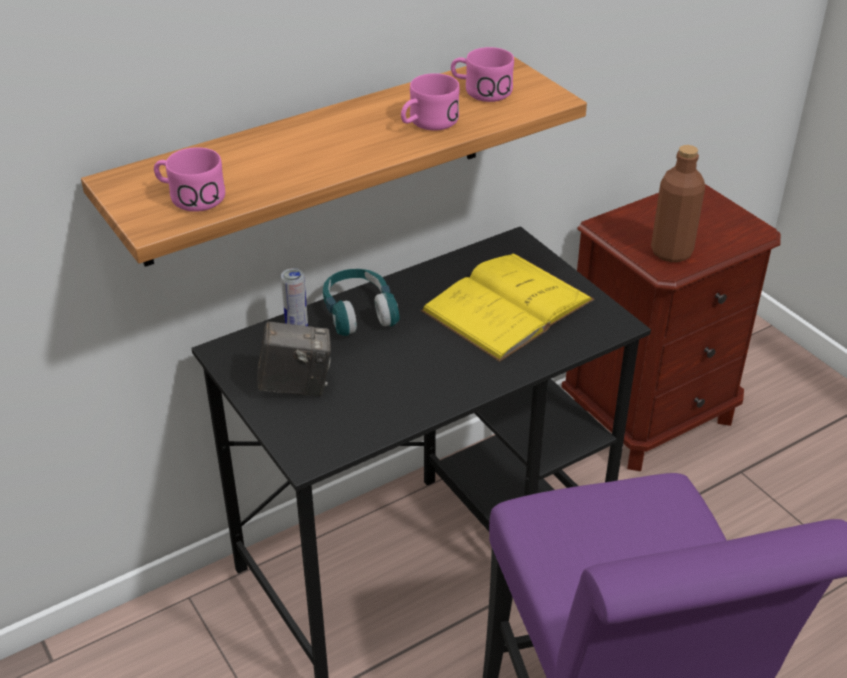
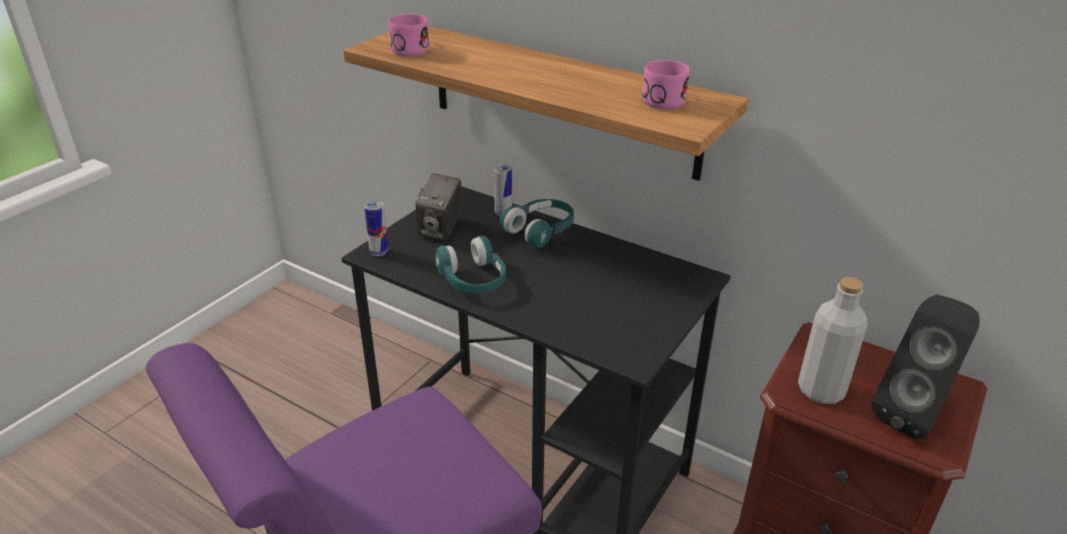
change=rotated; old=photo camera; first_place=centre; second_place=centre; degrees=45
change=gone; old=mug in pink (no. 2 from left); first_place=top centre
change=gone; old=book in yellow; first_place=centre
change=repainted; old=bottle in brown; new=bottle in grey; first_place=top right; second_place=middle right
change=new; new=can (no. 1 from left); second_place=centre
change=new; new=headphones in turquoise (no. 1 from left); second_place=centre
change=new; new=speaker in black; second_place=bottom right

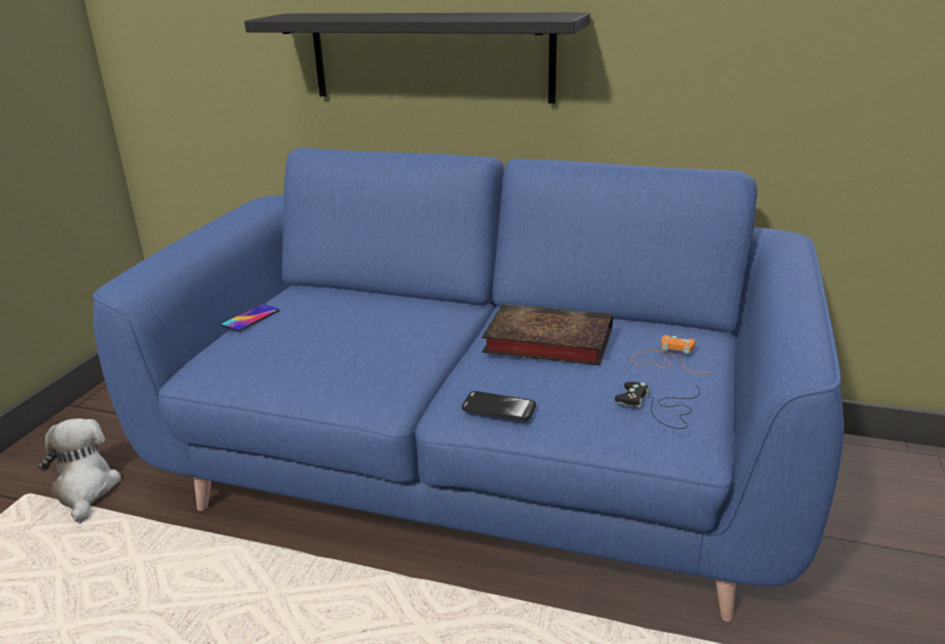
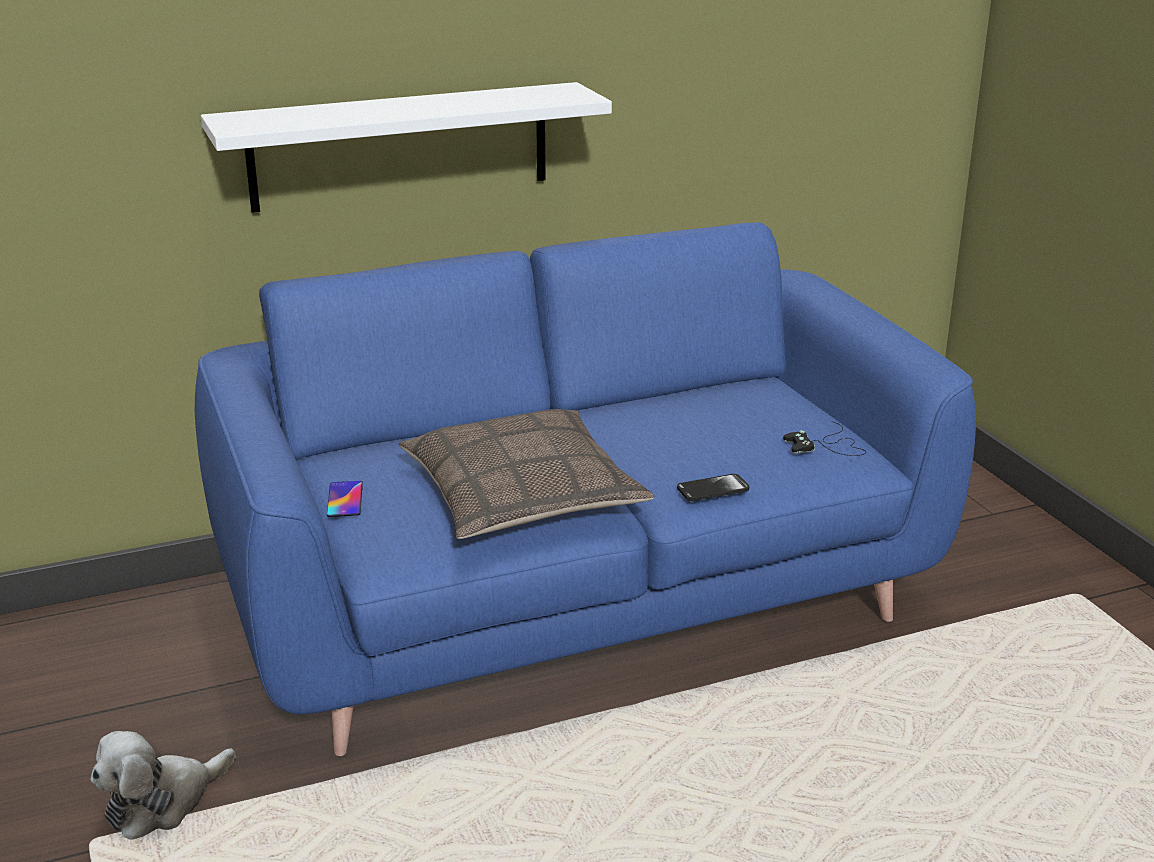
change=rotated; old=plush toy; first_place=bottom left; second_place=bottom left; degrees=-75
change=repainted; old=shelf in black; new=shelf in white; first_place=top centre; second_place=top centre
change=gone; old=book; first_place=centre
change=gone; old=game controller in orange; first_place=middle right
change=new; new=pillow; second_place=centre

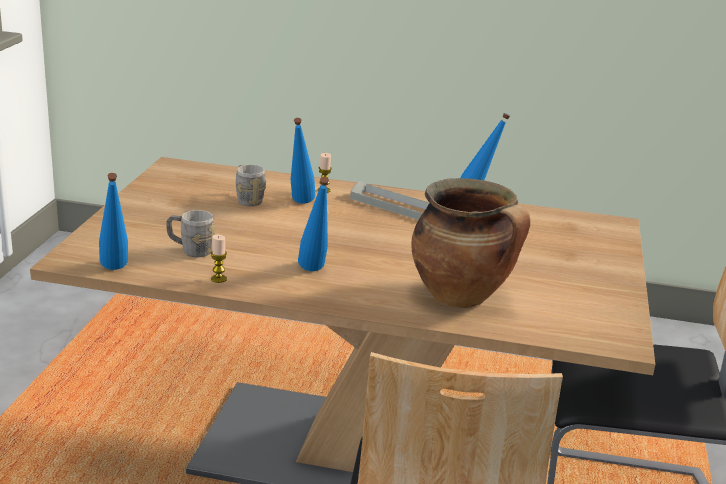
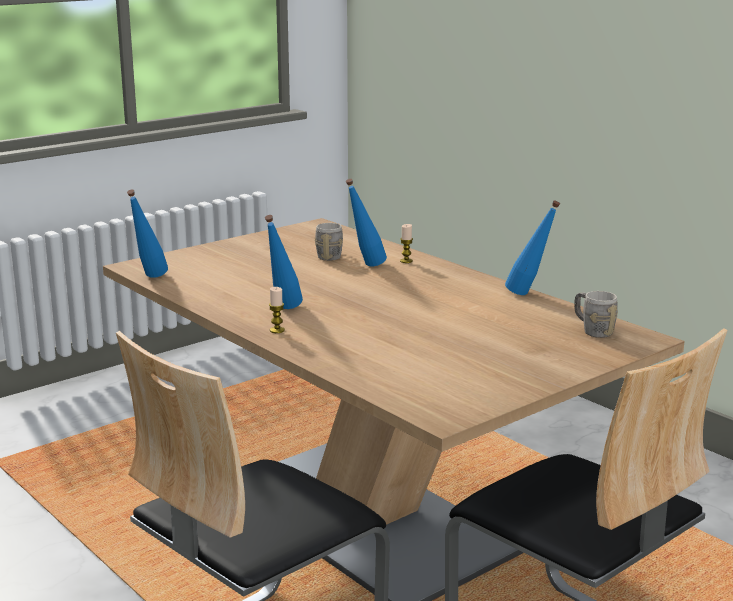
change=shifted; old=mug in grey (no. 1 from left in the first image); new=mug in grey (no. 2 from left); first_place=middle left; second_place=middle right
change=shifted; old=candle (no. 1 from left); first_place=middle left; second_place=centre
change=gone; old=tray in grey; first_place=centre
change=gone; old=cooking pot; first_place=centre

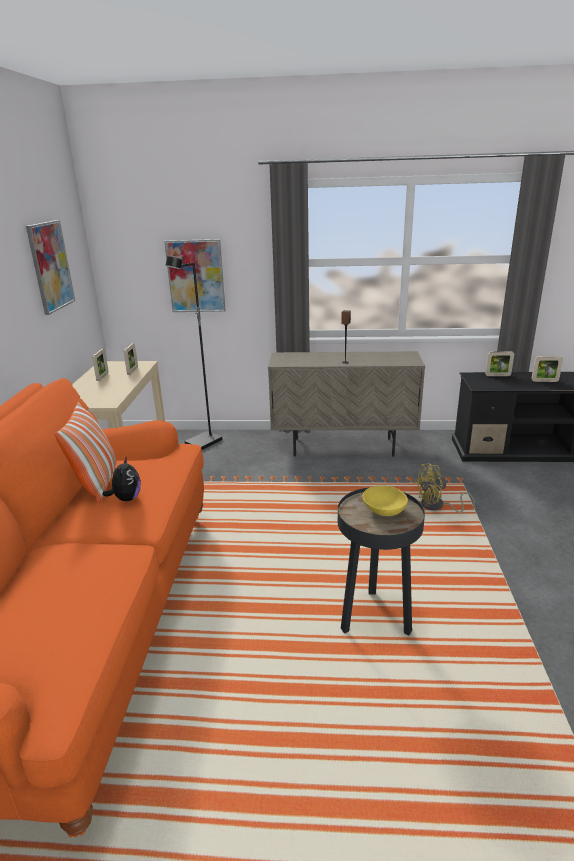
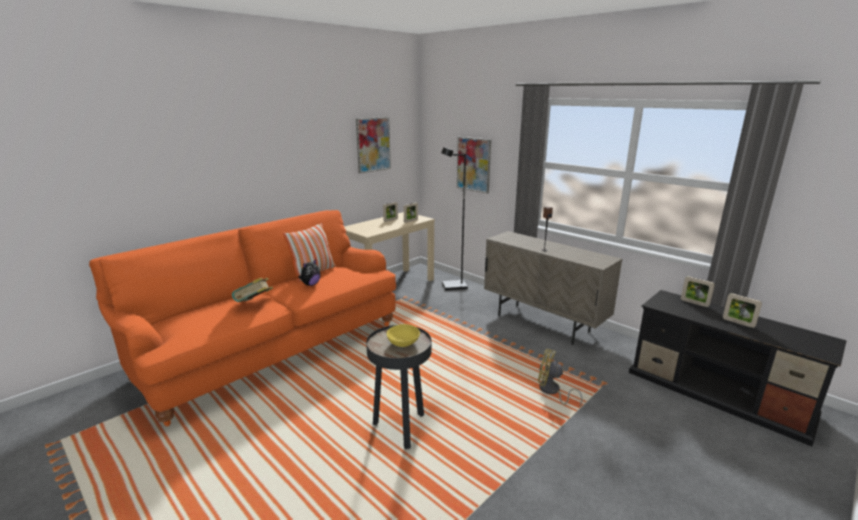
change=new; new=book; second_place=middle left

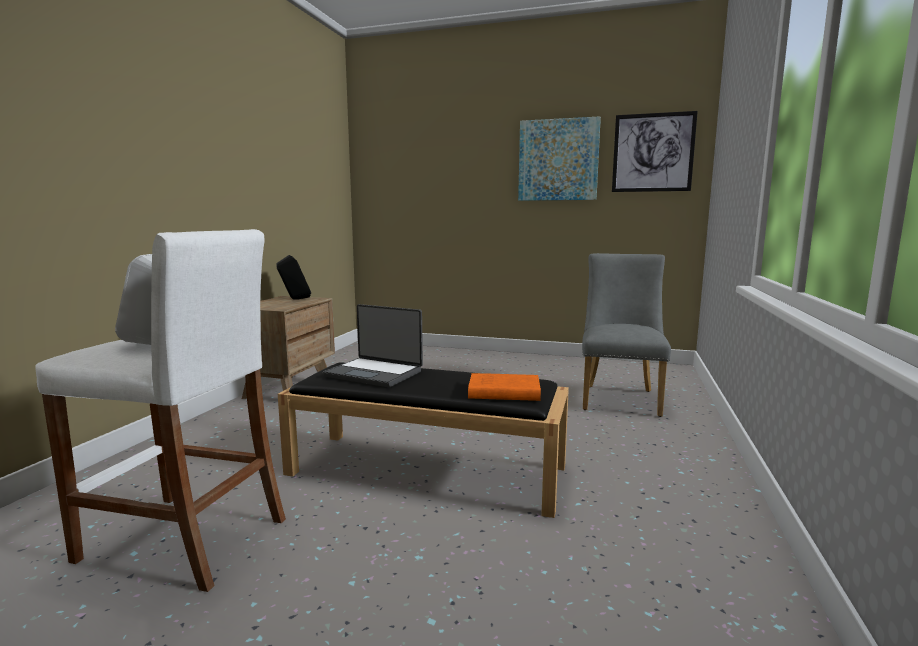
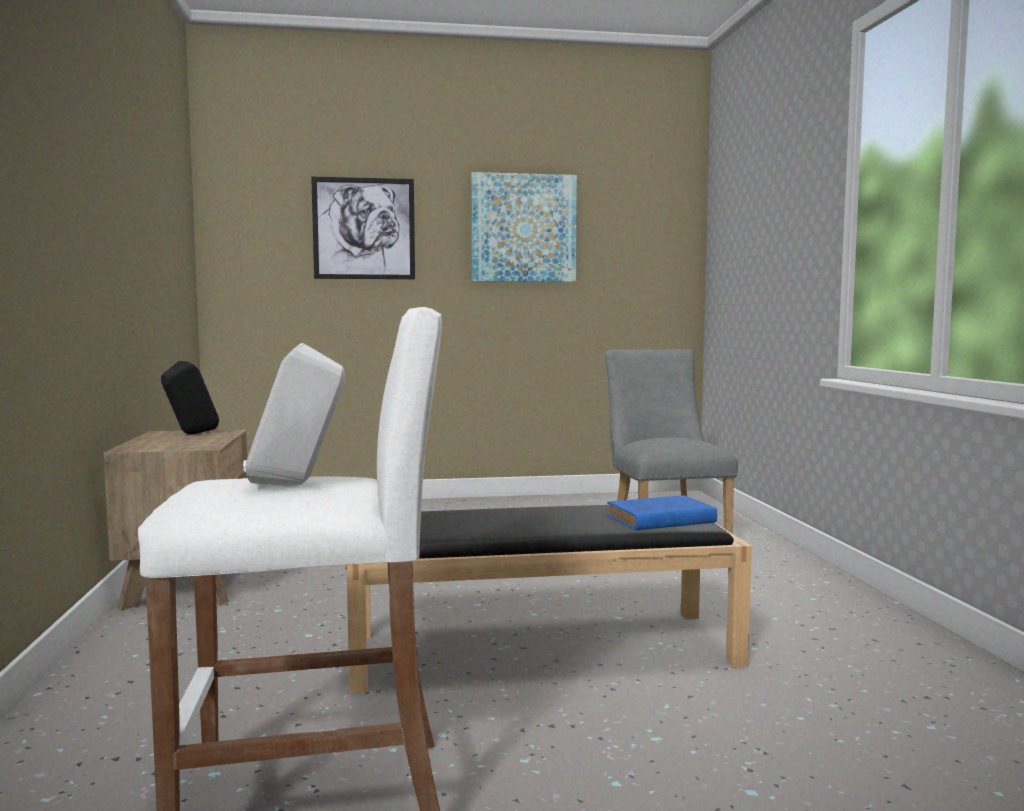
change=gone; old=laptop; first_place=centre
change=repainted; old=book in orange; new=book in blue; first_place=centre; second_place=centre
change=shifted; old=picture (no. 2 from left in the first image); new=picture (no. 1 from left); first_place=top right; second_place=top centre

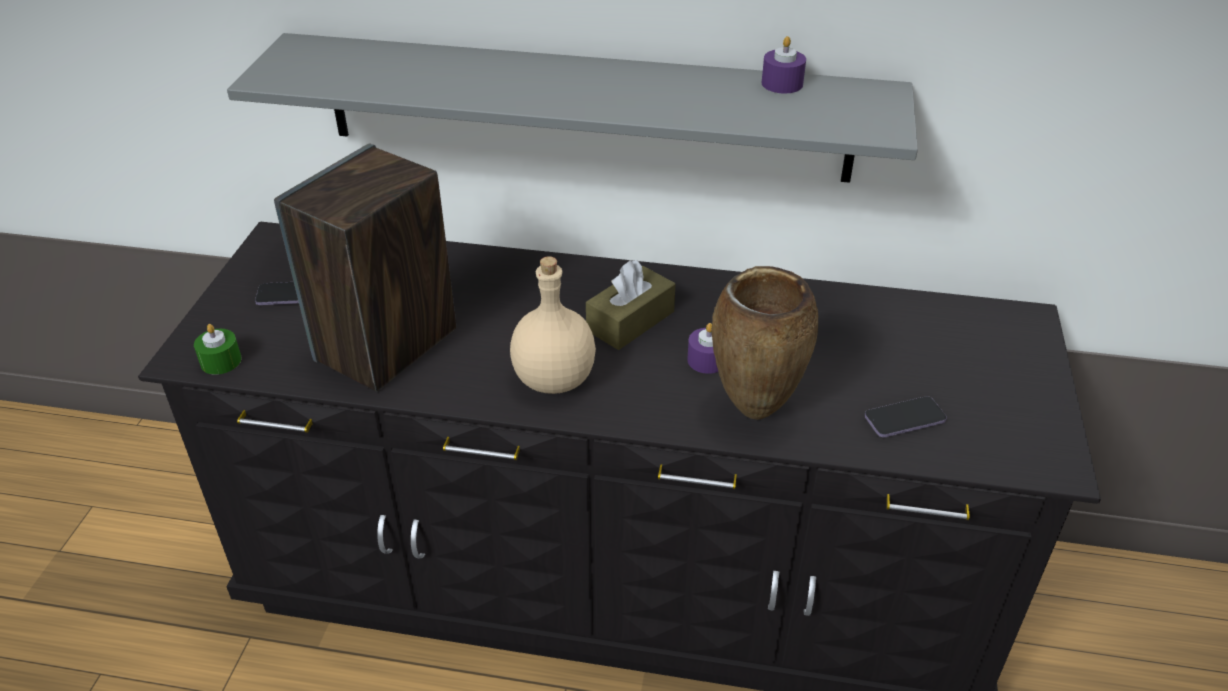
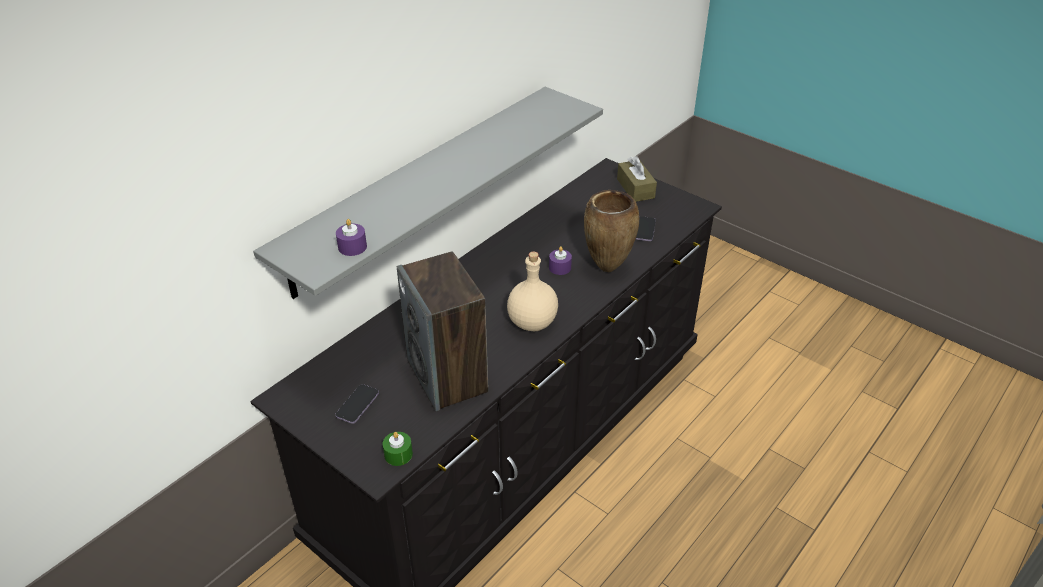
change=shifted; old=tissue box in brown; first_place=centre; second_place=top centre
change=shifted; old=candle in purple (no. 2 from left in the first image); new=candle in purple (no. 1 from left); first_place=top centre; second_place=centre

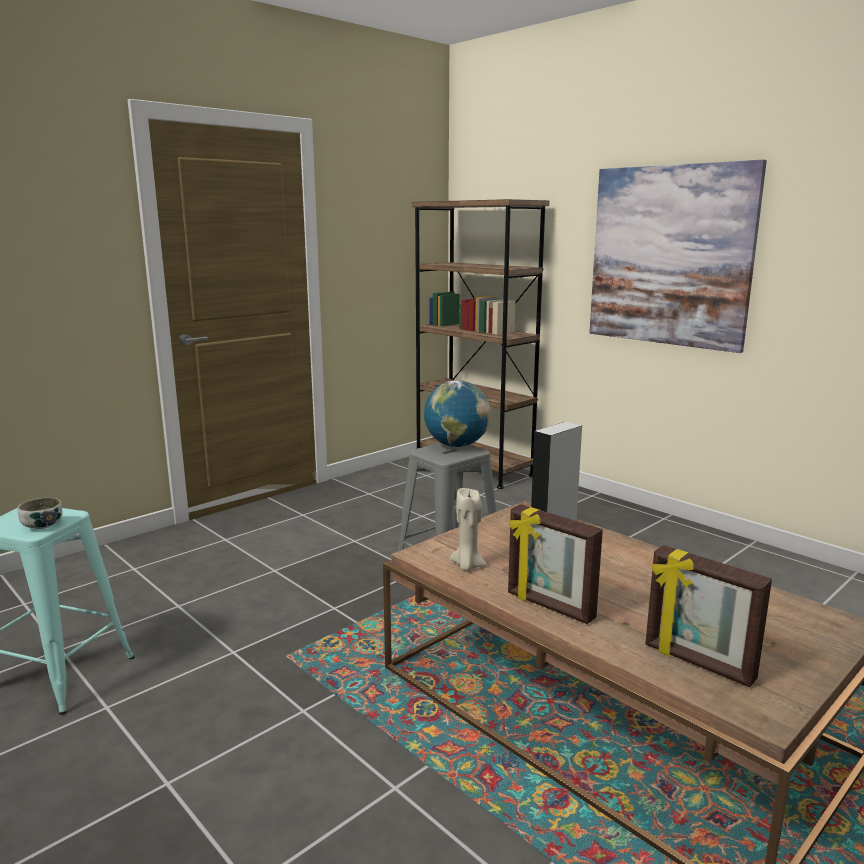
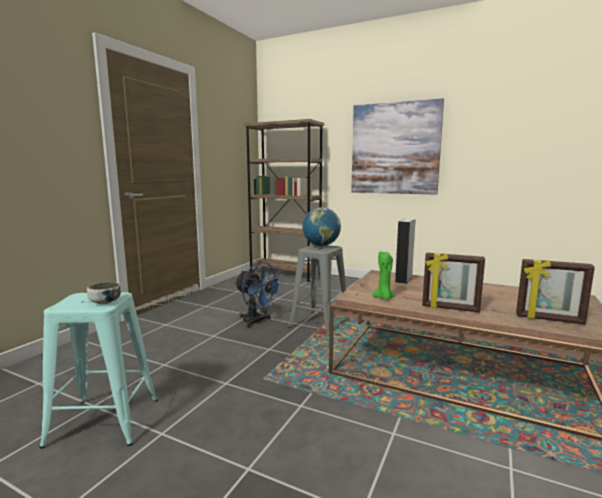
change=repainted; old=candle in beige; new=candle in green; first_place=centre; second_place=centre
change=new; new=fan in blue; second_place=centre

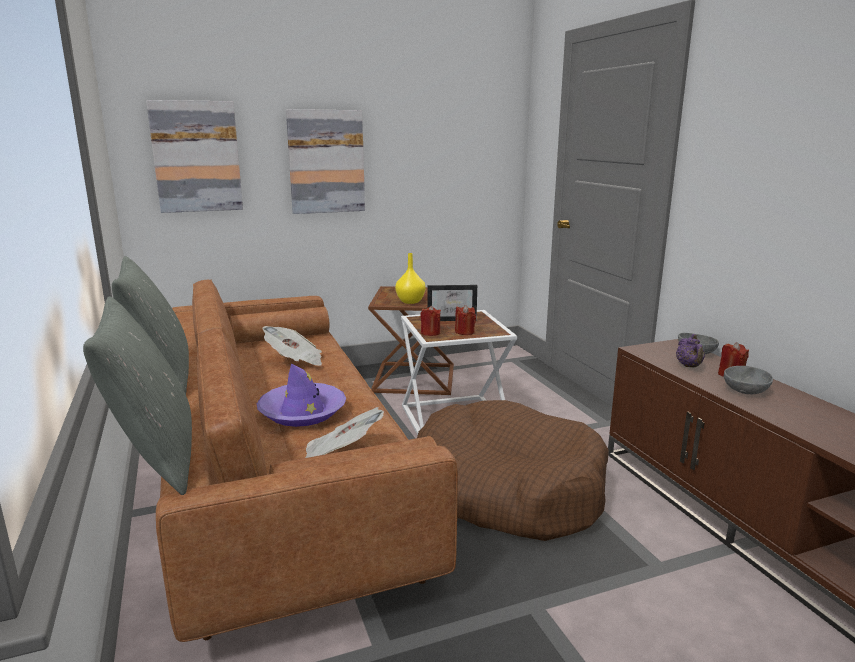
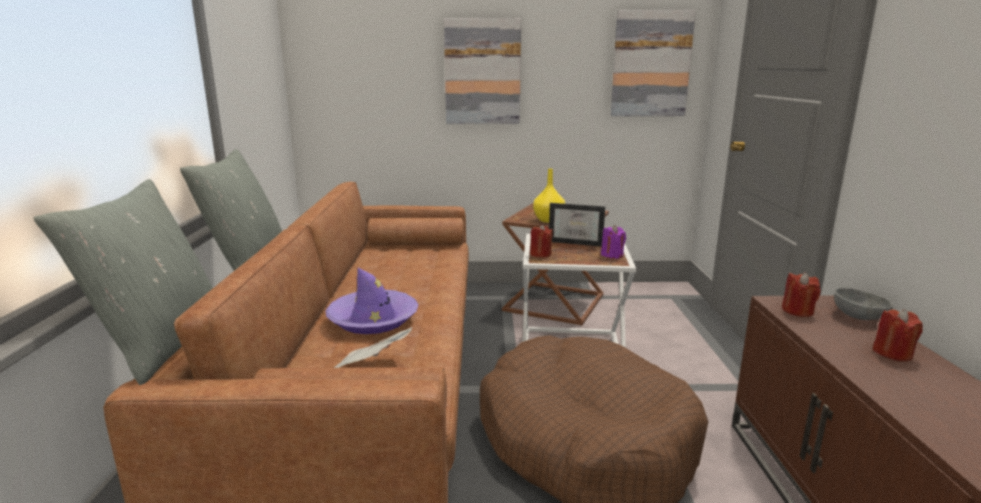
change=shifted; old=picture (no. 1 from left in the first image); new=picture (no. 2 from left); first_place=top left; second_place=top centre
change=gone; old=newspaper (no. 1 from left); first_place=centre
change=shifted; old=candle in red (no. 2 from left); first_place=centre; second_place=middle right
change=gone; old=teapot in purple; first_place=middle right
change=gone; old=bowl in grey (no. 2 from left); first_place=middle right
change=new; new=candle in purple; second_place=centre

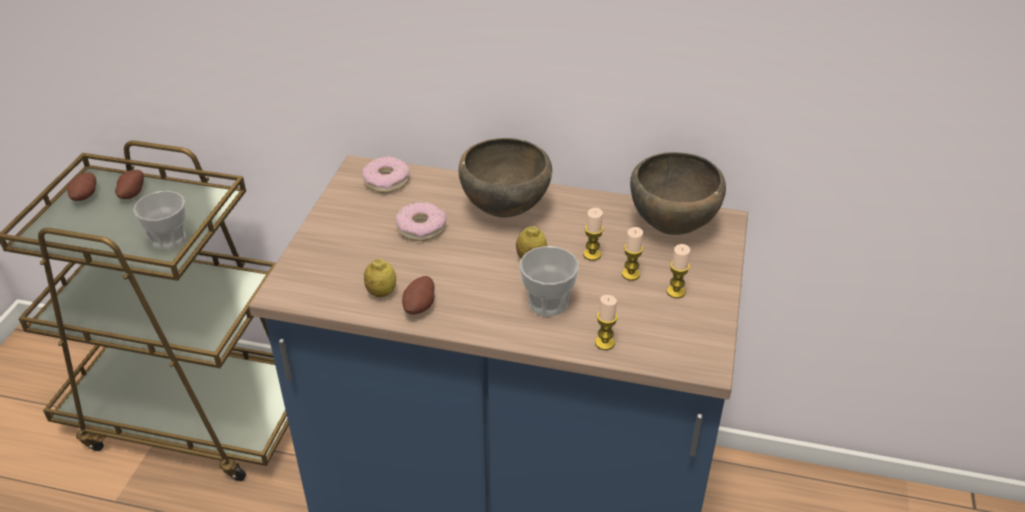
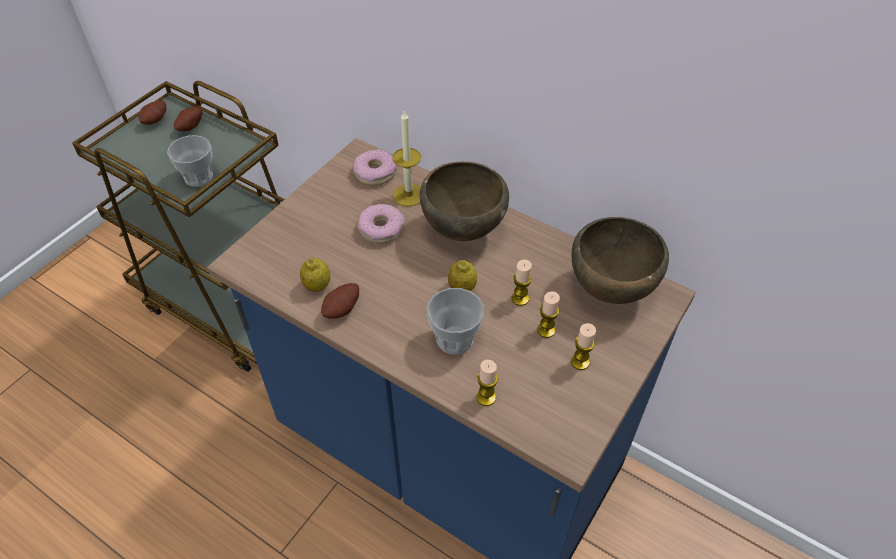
change=new; new=candle (no. 1 from left); second_place=top centre

